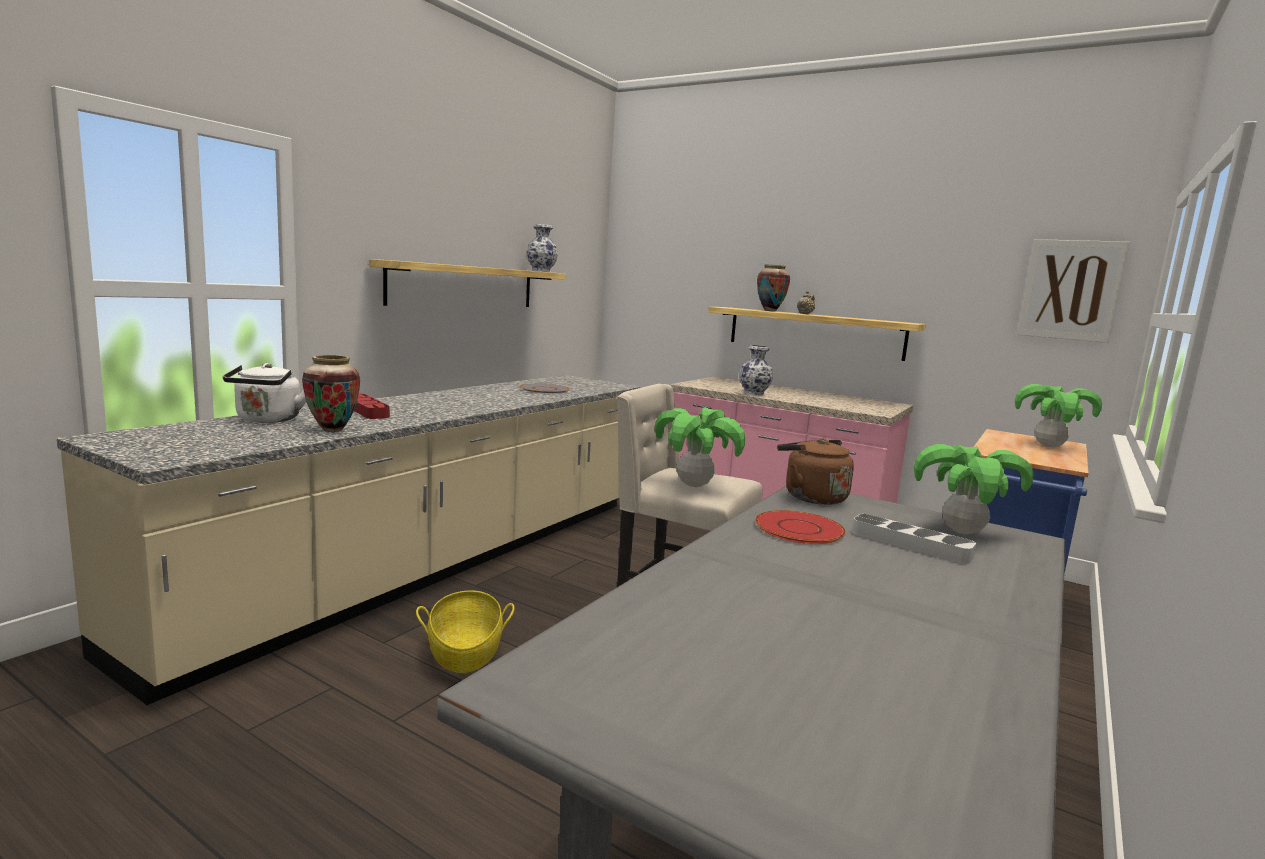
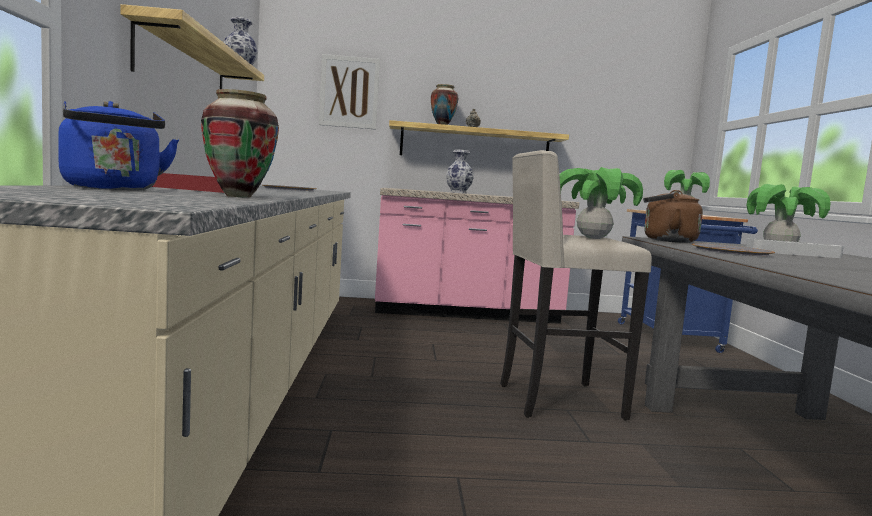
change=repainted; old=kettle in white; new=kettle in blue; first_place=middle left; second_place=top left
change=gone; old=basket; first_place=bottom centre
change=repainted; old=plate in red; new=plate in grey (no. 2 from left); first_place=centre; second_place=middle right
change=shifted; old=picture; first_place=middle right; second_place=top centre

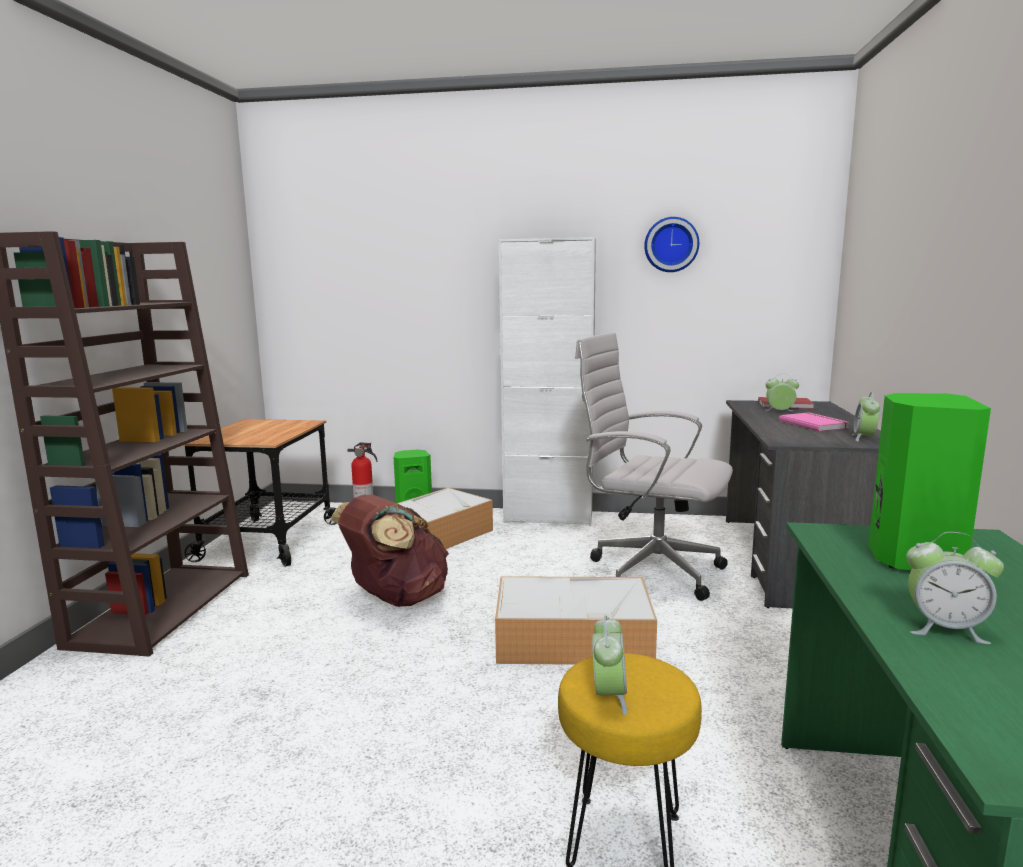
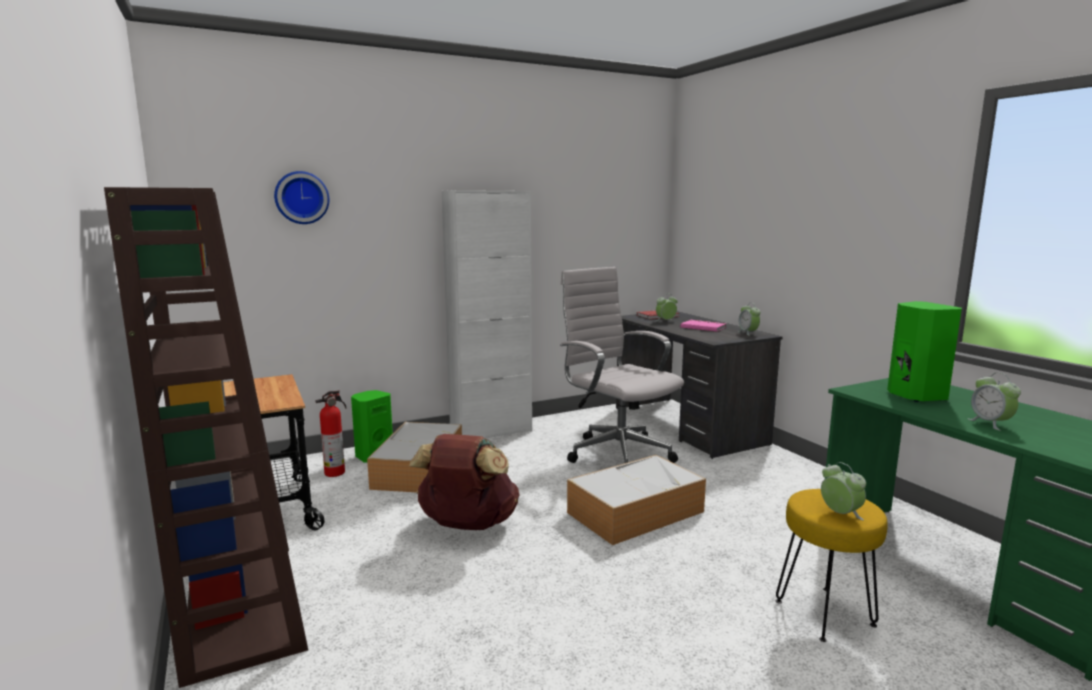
change=rotated; old=office chair in white; first_place=centre; second_place=centre; degrees=60
change=shifted; old=wall clock; first_place=top centre; second_place=top left
change=rotated; old=alarm clock (no. 4 from left); first_place=bottom right; second_place=middle right; degrees=90

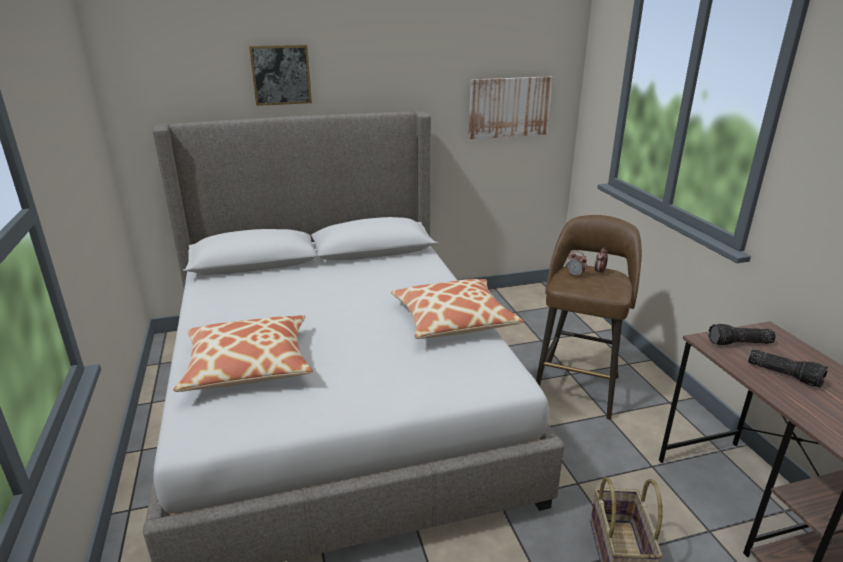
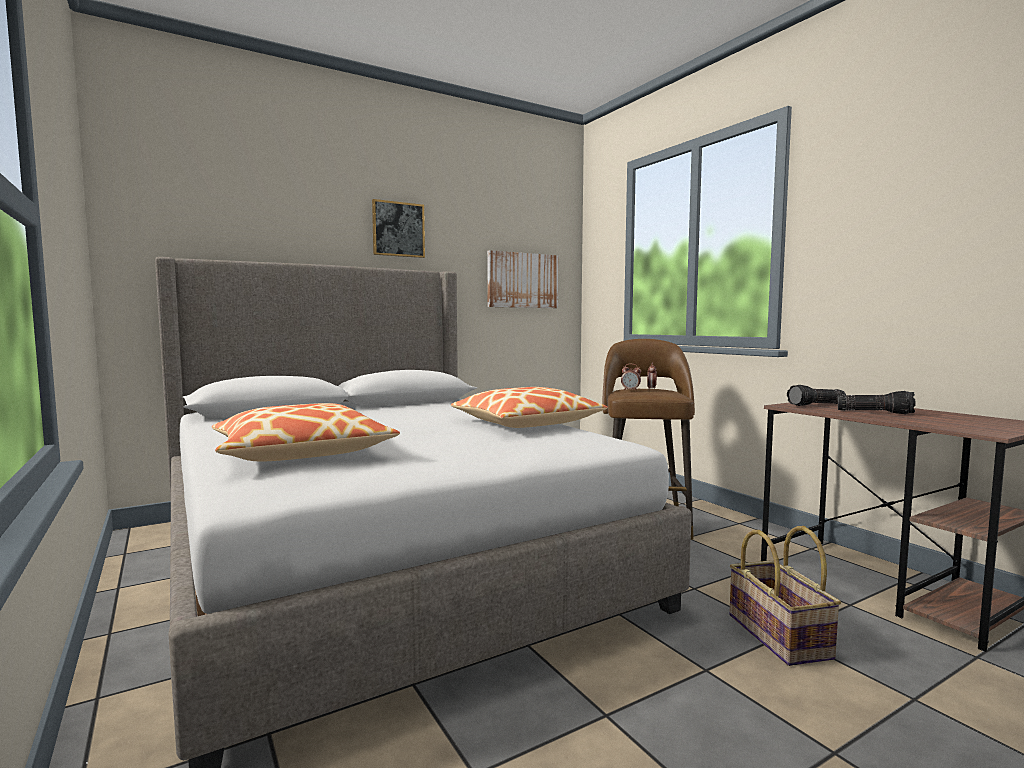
change=shifted; old=picture (no. 1 from left); first_place=top left; second_place=top centre

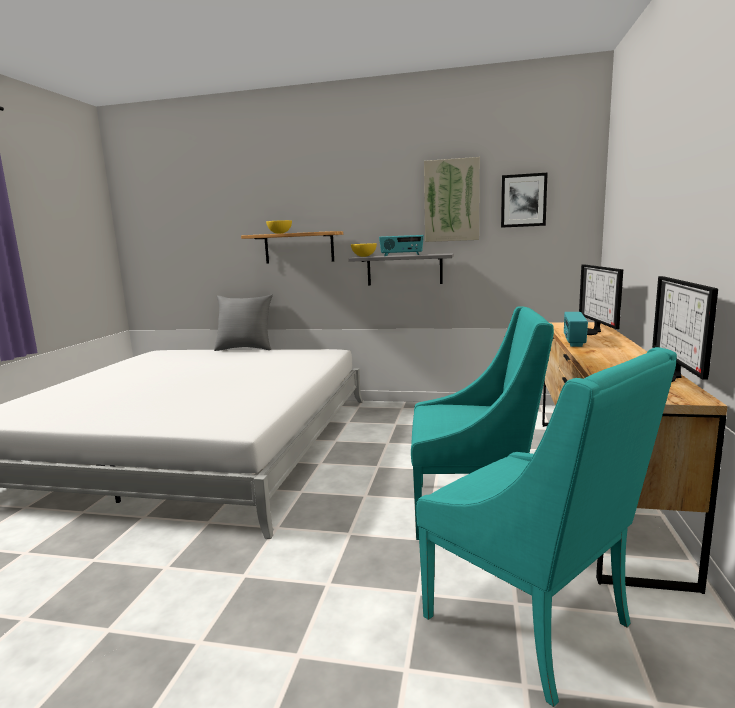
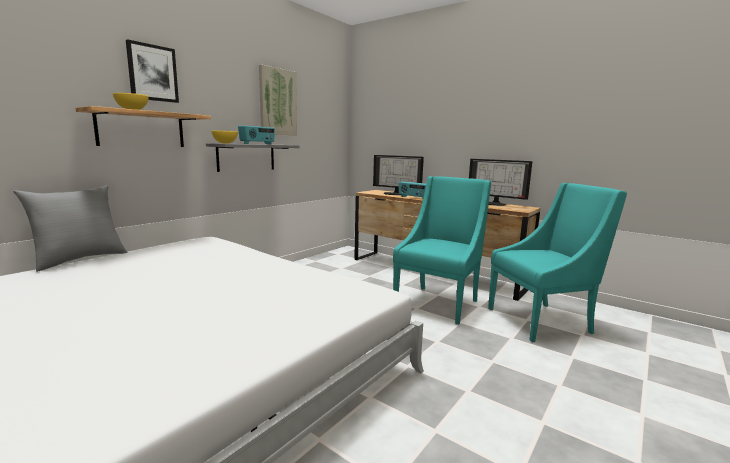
change=shifted; old=picture (no. 2 from left in the first image); new=picture (no. 1 from left); first_place=top right; second_place=top left

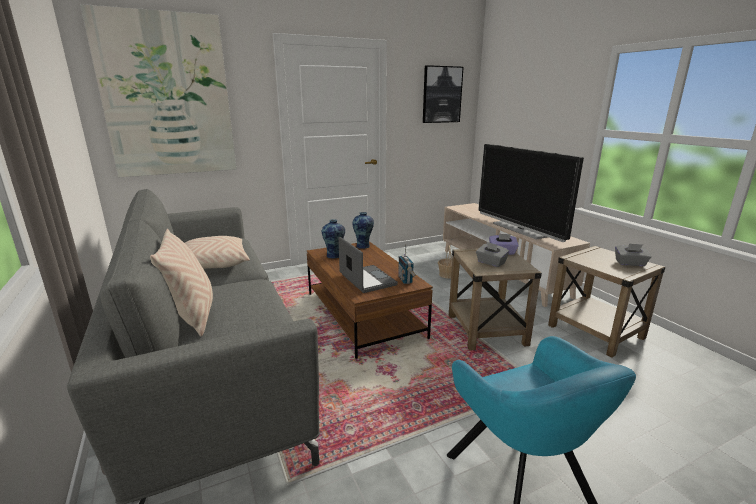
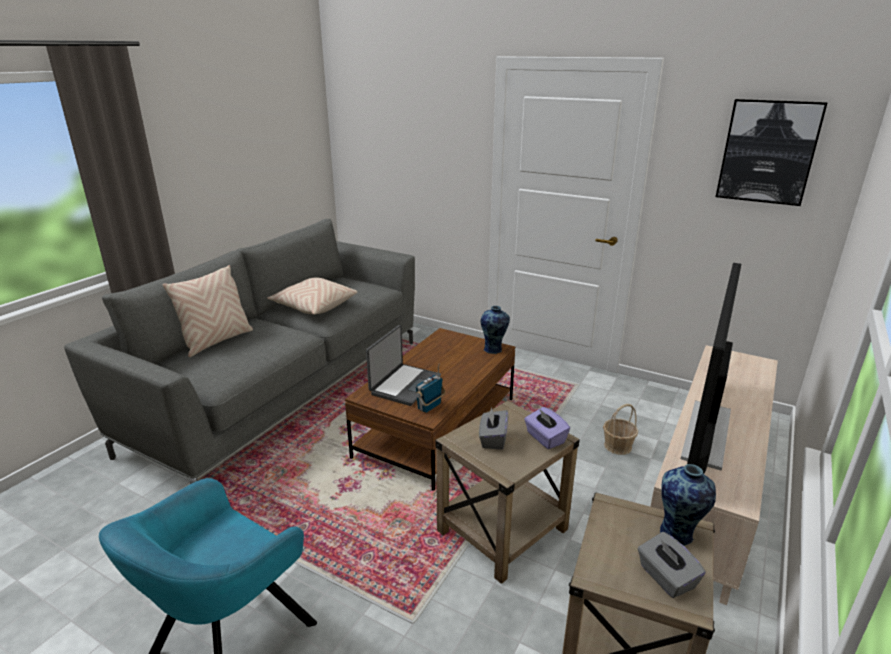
change=gone; old=picture (no. 1 from left); first_place=top left
change=shifted; old=vase (no. 1 from left in the first image); new=vase (no. 2 from left); first_place=centre; second_place=bottom right

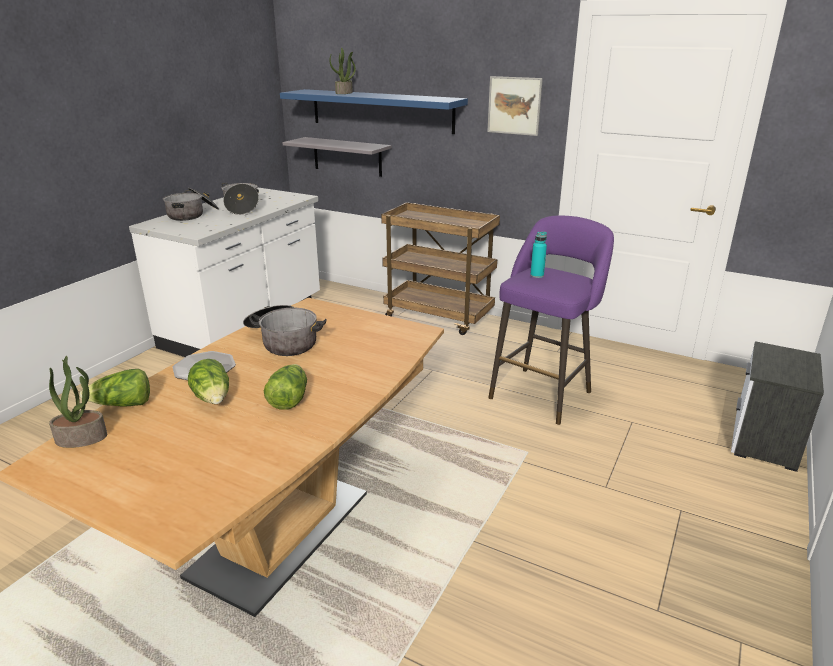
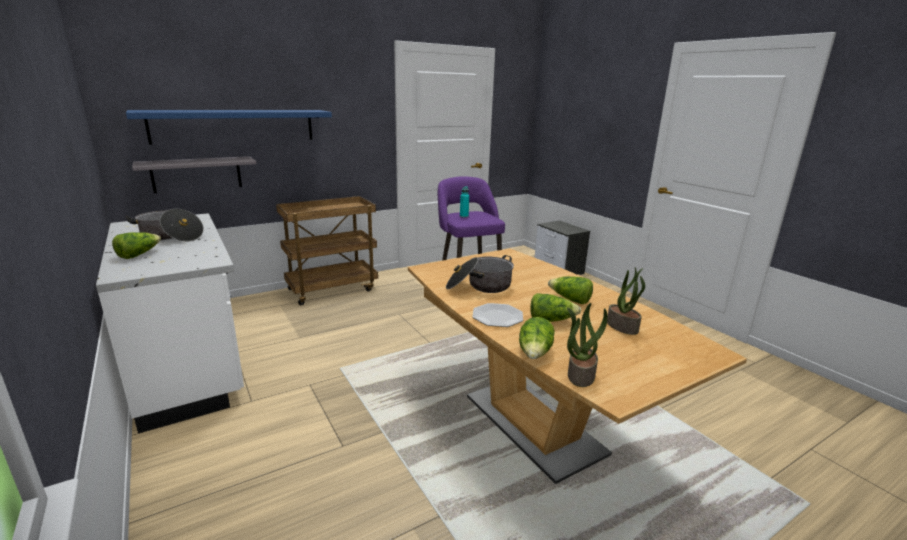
change=swapped; old=cooking pot (no. 1 from left); new=lettuce (no. 1 from left); first_place=top left; second_place=middle left
change=shifted; old=potted plant (no. 2 from left); first_place=top centre; second_place=middle right
change=gone; old=picture; first_place=top centre

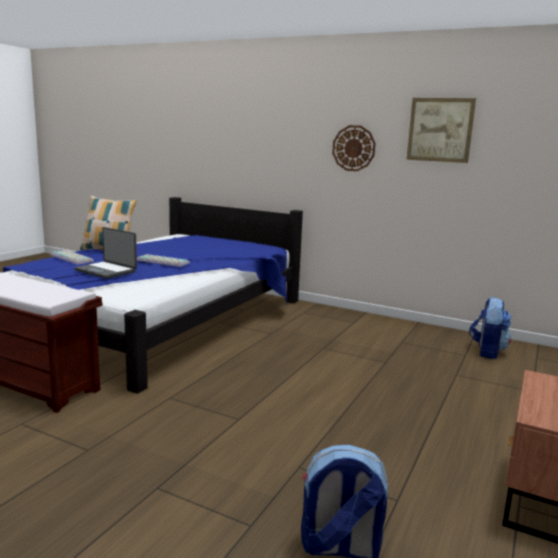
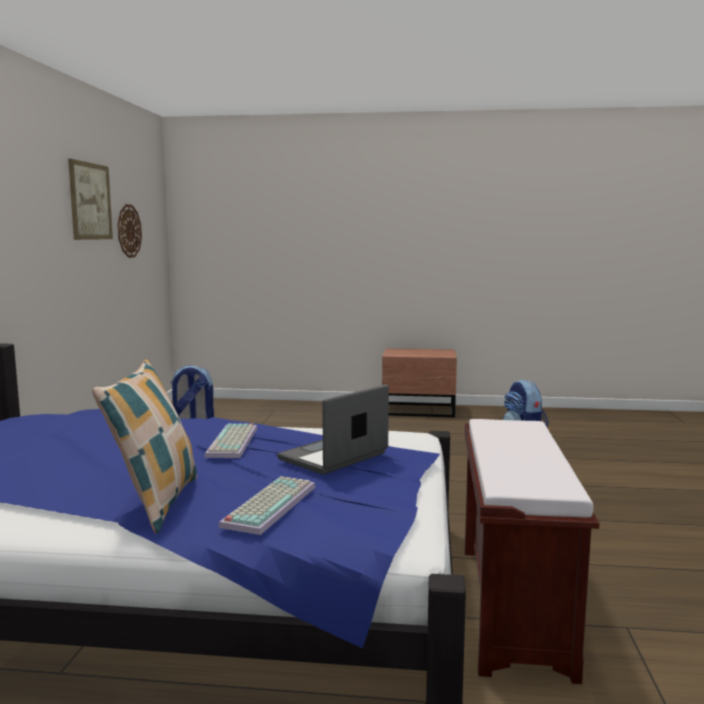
change=rotated; old=laptop; first_place=middle left; second_place=centre; degrees=-150
change=shifted; old=wall clock; first_place=top centre; second_place=top left

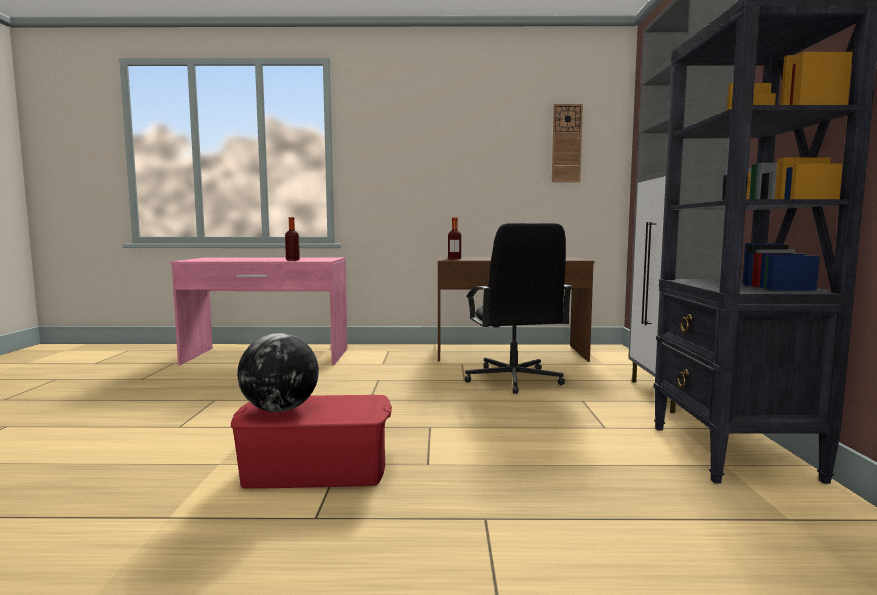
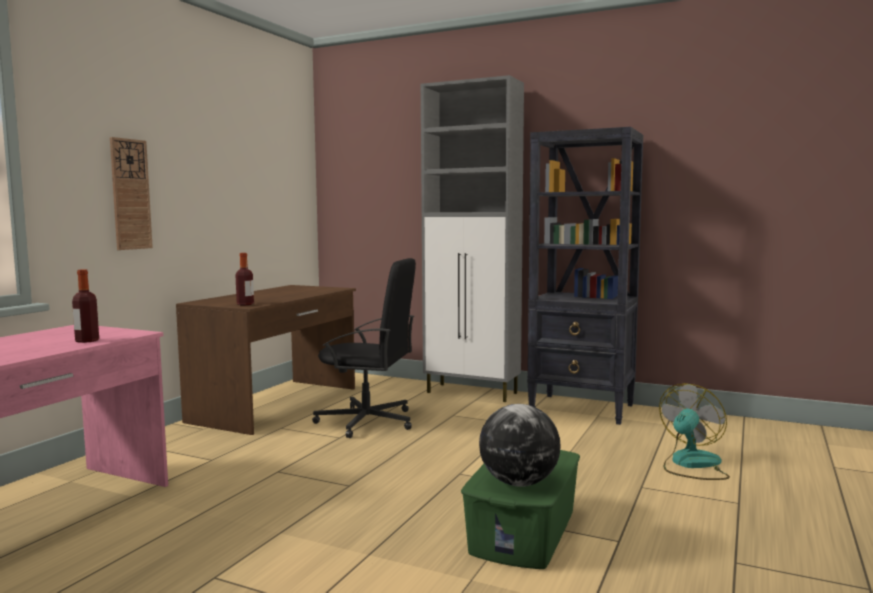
change=repainted; old=storage box in red; new=storage box in green; first_place=bottom centre; second_place=bottom centre
change=shifted; old=wall clock; first_place=top centre; second_place=top left
change=new; new=fan; second_place=bottom right

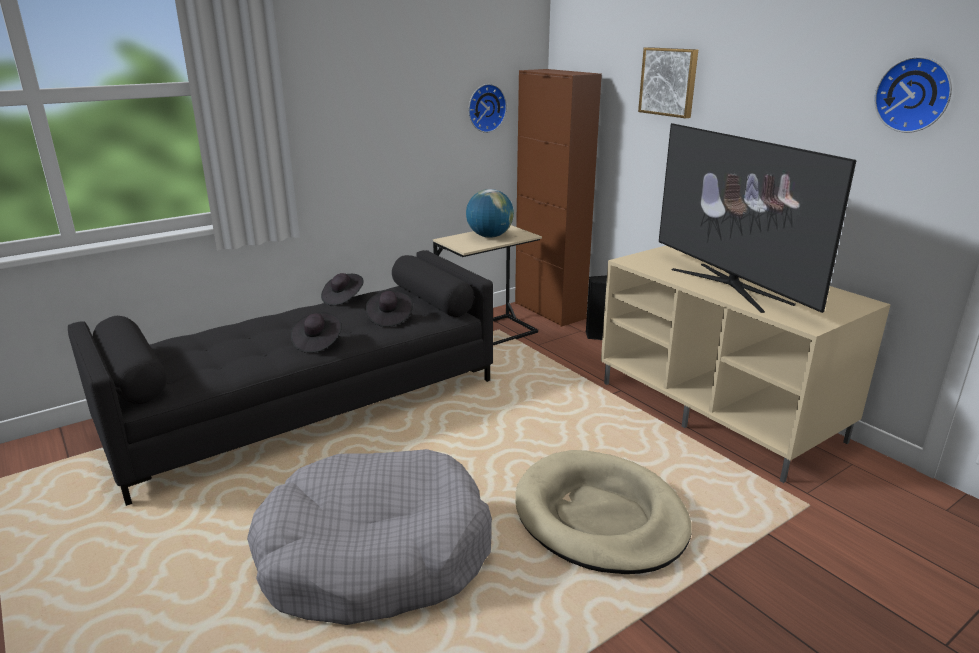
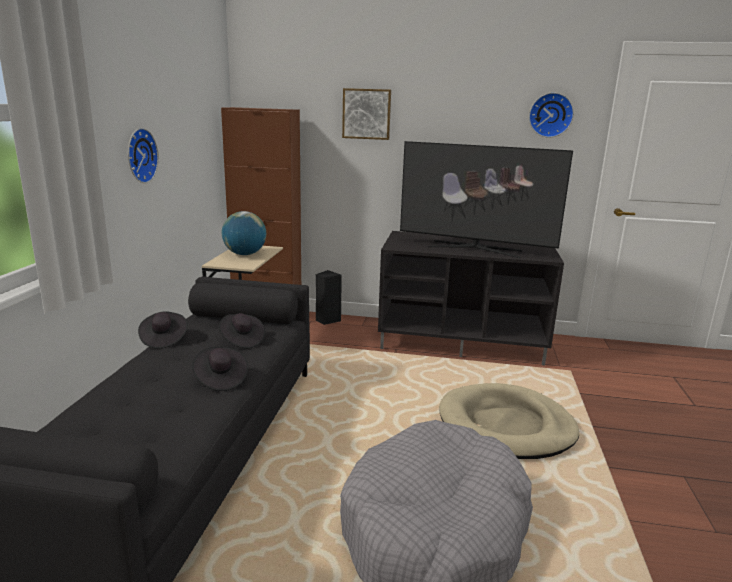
change=shifted; old=wall clock (no. 1 from left); first_place=top centre; second_place=top left
change=repainted; old=tv stand in beige; new=tv stand in black; first_place=middle right; second_place=centre

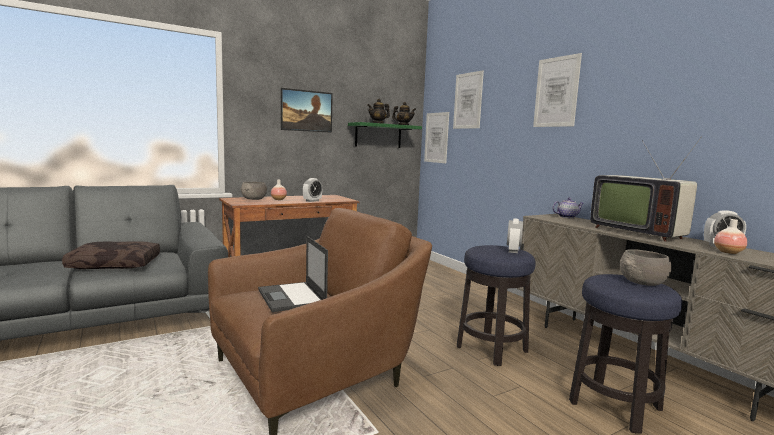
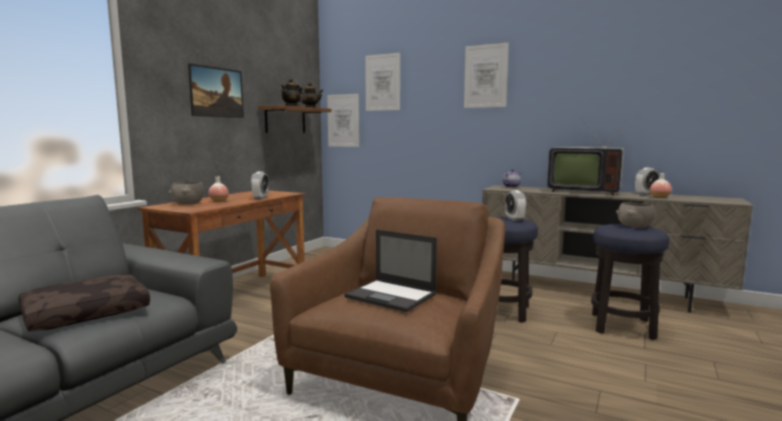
change=repainted; old=shelf in green; new=shelf in brown; first_place=top centre; second_place=top centre

